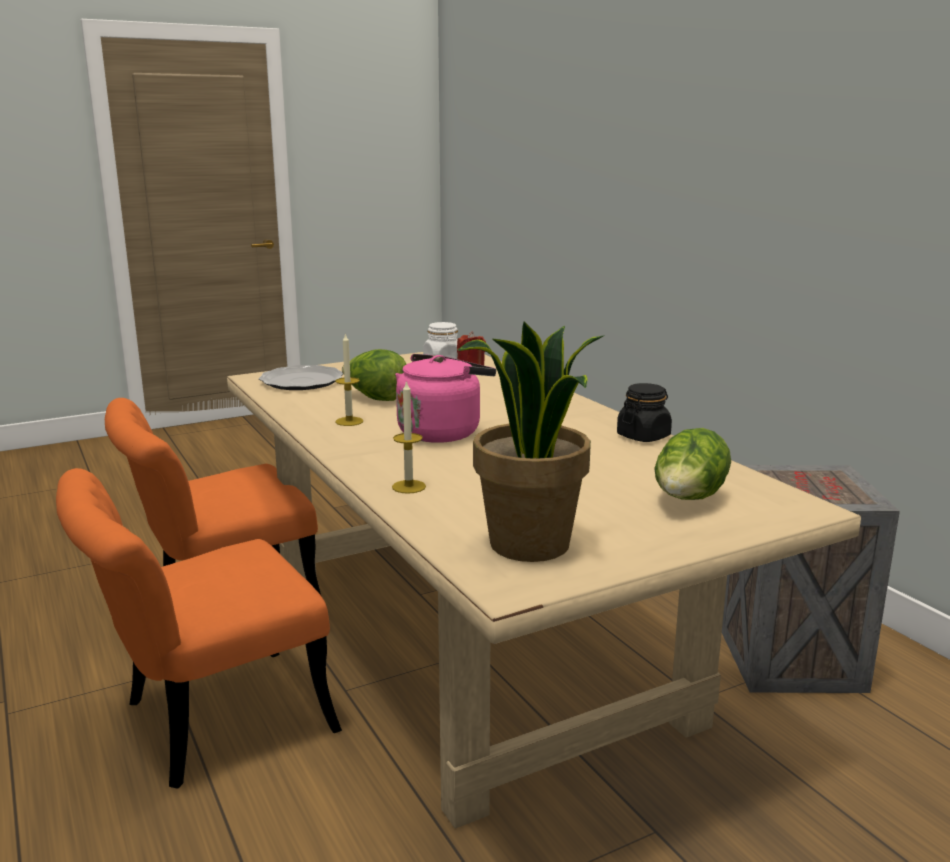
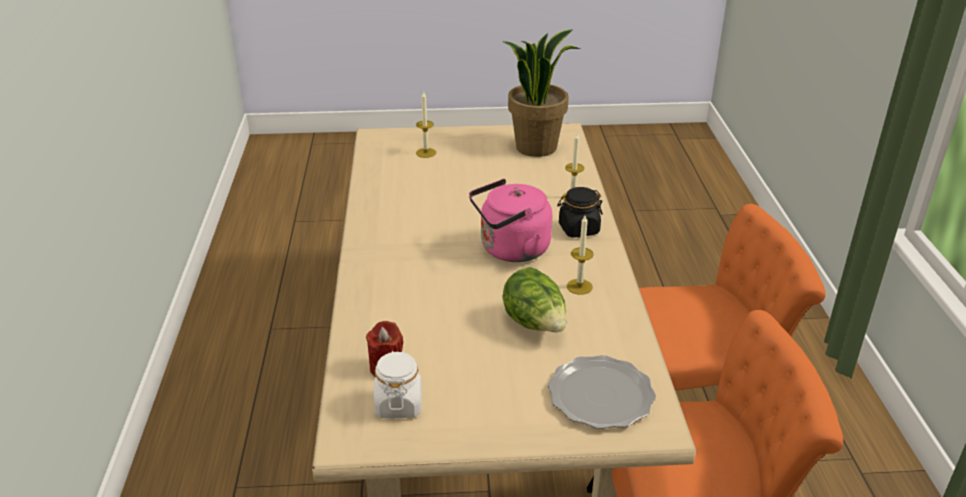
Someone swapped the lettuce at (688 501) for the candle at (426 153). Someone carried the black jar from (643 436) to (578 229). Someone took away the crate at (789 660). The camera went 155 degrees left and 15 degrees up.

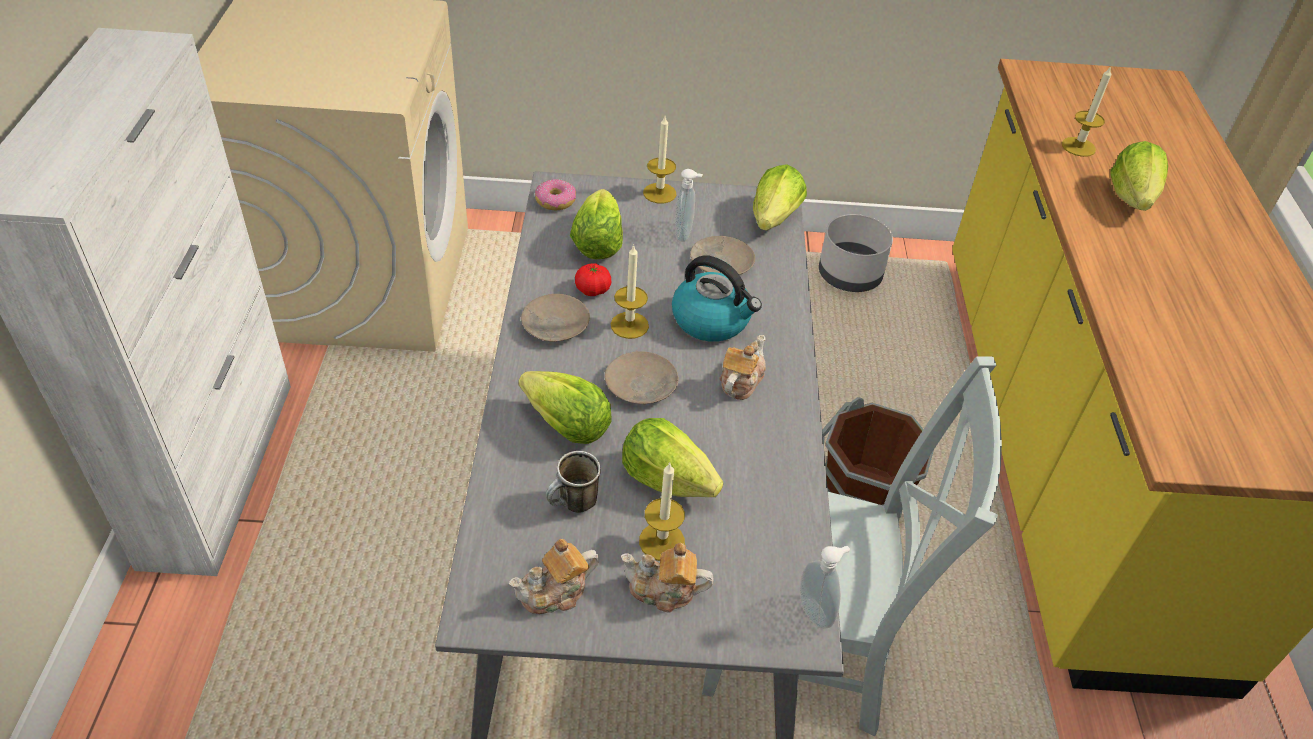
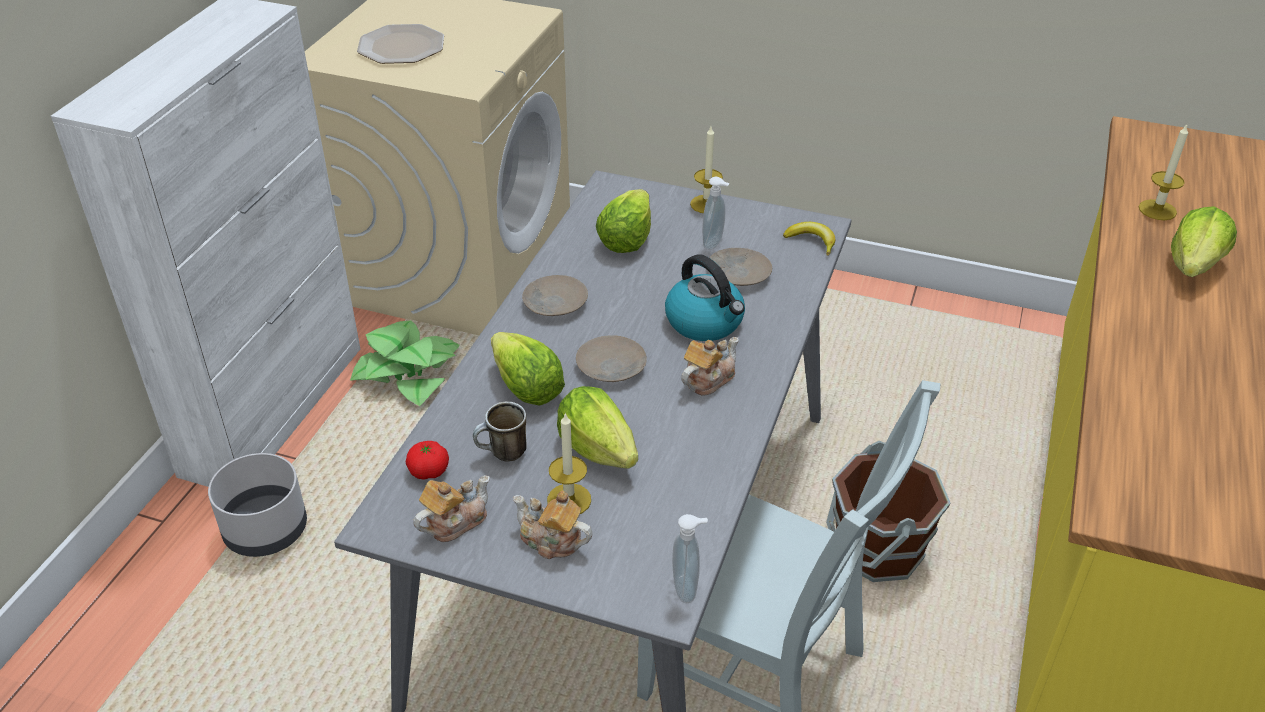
Someone carried the grey planter from (850 275) to (267 529). Someone put down the potted plant at (408 371). Someone put down the plate at (400 47). Someone carried the tomato from (592 290) to (429 471). Someone rotated the teapot at (555 593) by 150 degrees clockwise. Someone swapped the lettuce at (774 218) for the banana at (811 241). Someone took away the donut at (555 201). Someone took away the candle at (629 325). The camera went 20 degrees right and 5 degrees down.

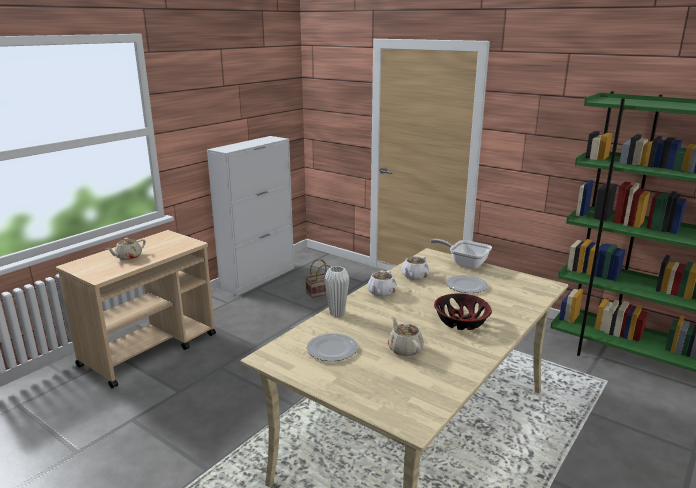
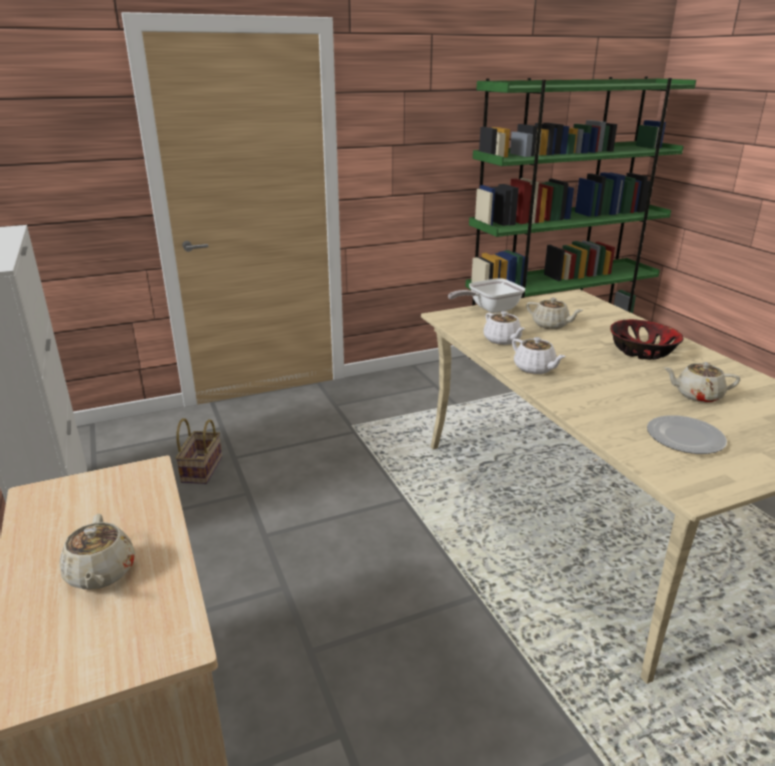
Someone swapped the plate at (466 286) for the beige teapot at (551 325). Someone took away the white vase at (337 313). The camera went 60 degrees left and 5 degrees up.

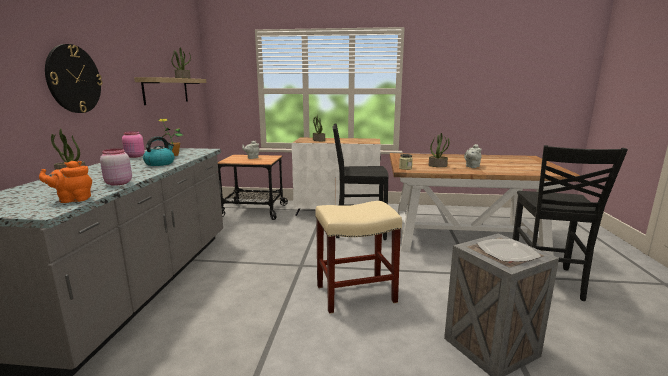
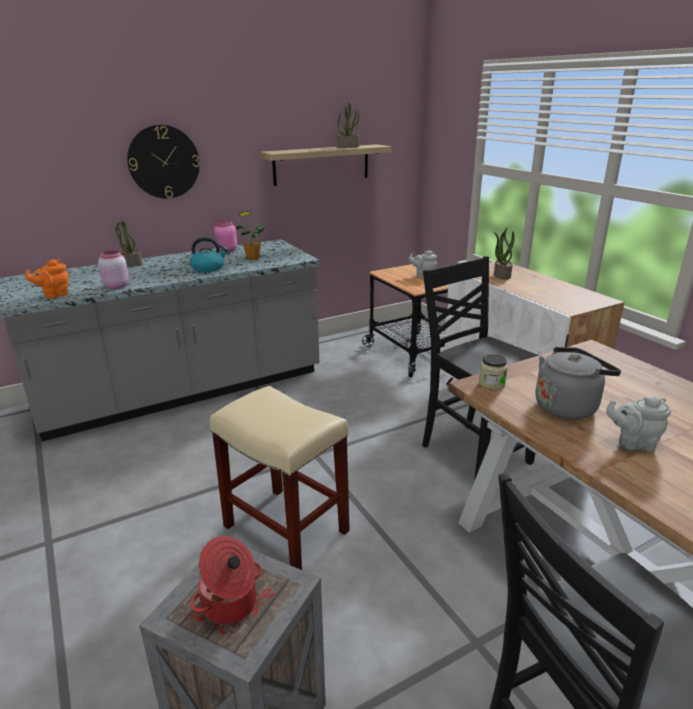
Someone rotated the orange teapot at (73 200) by 75 degrees counterclockwise. Someone swapped the plate at (507 252) for the cooking pot at (230 604). Someone swapped the potted plant at (437 166) for the grey kettle at (568 406). The camera went 55 degrees right and 10 degrees up.

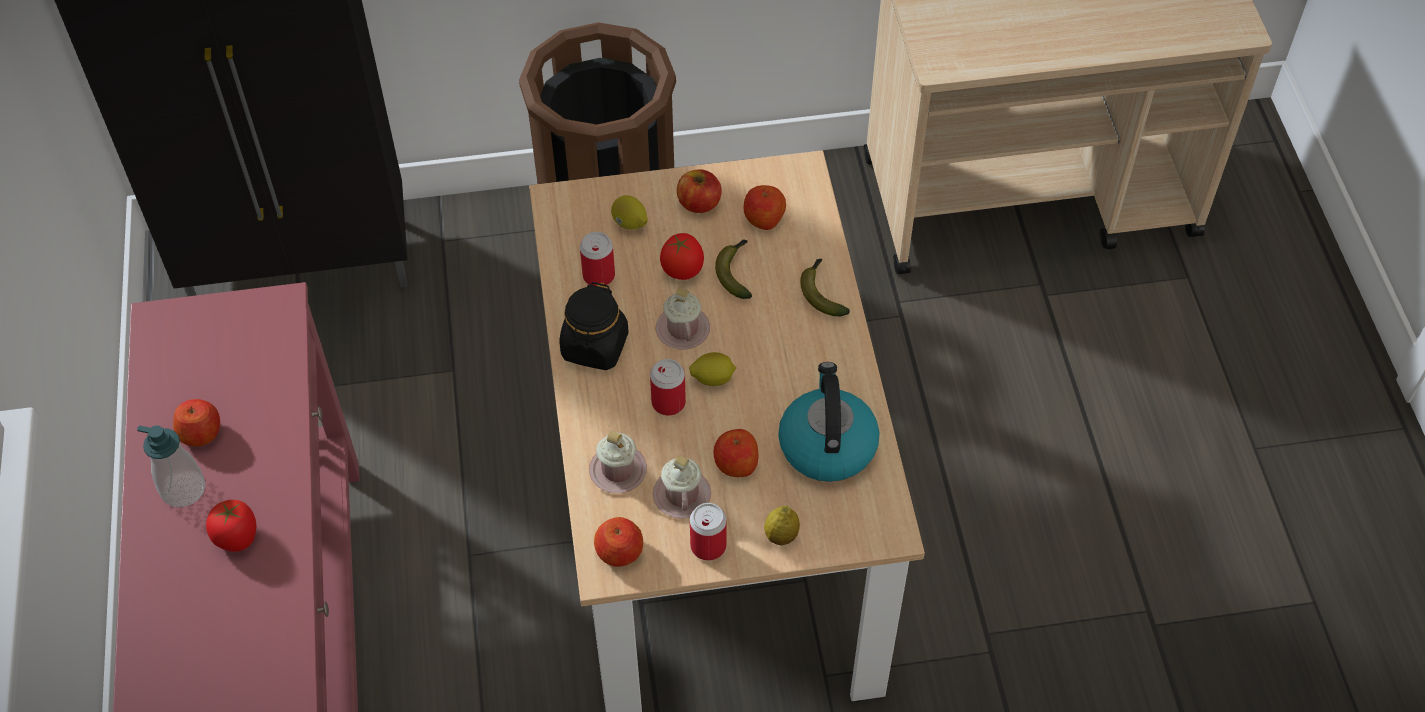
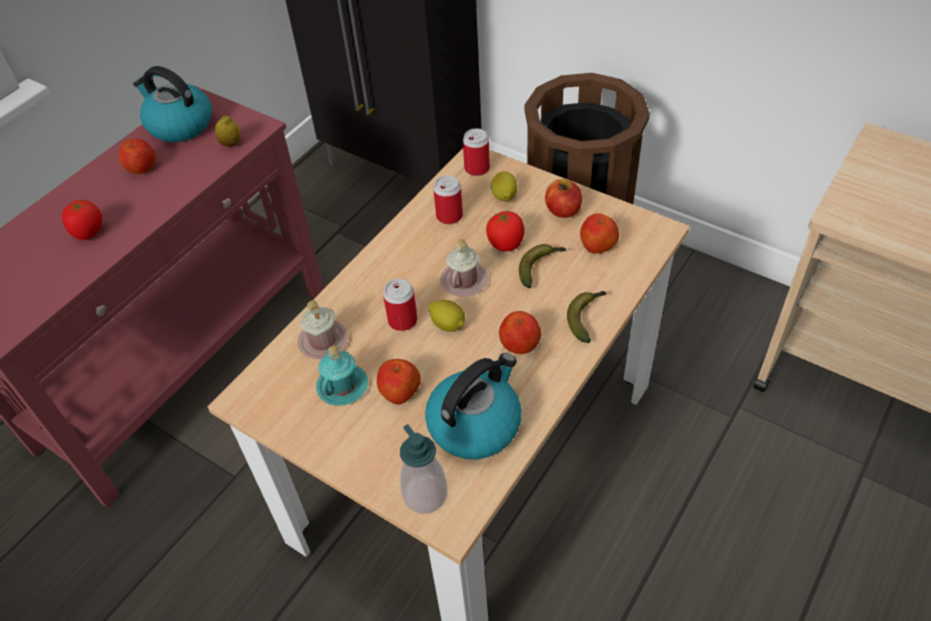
Someone put down the kettle at (179 125). Someone carried the lemon from (781 536) to (231 144). Someone repainted the pink mug at (682 495), which became the turquoise mug at (342 386). Someone carried the soap dispenser from (183 489) to (425 495). Someone carried the can from (708 546) to (477 168). Someone carried the apple from (620 552) to (520 344). Someone took away the black jar at (595 347). The camera went 45 degrees right and 5 degrees down.

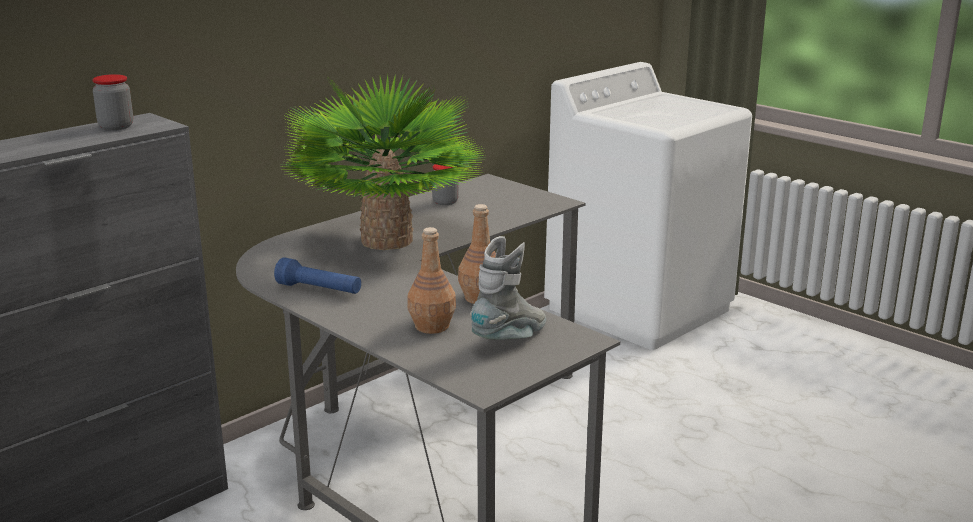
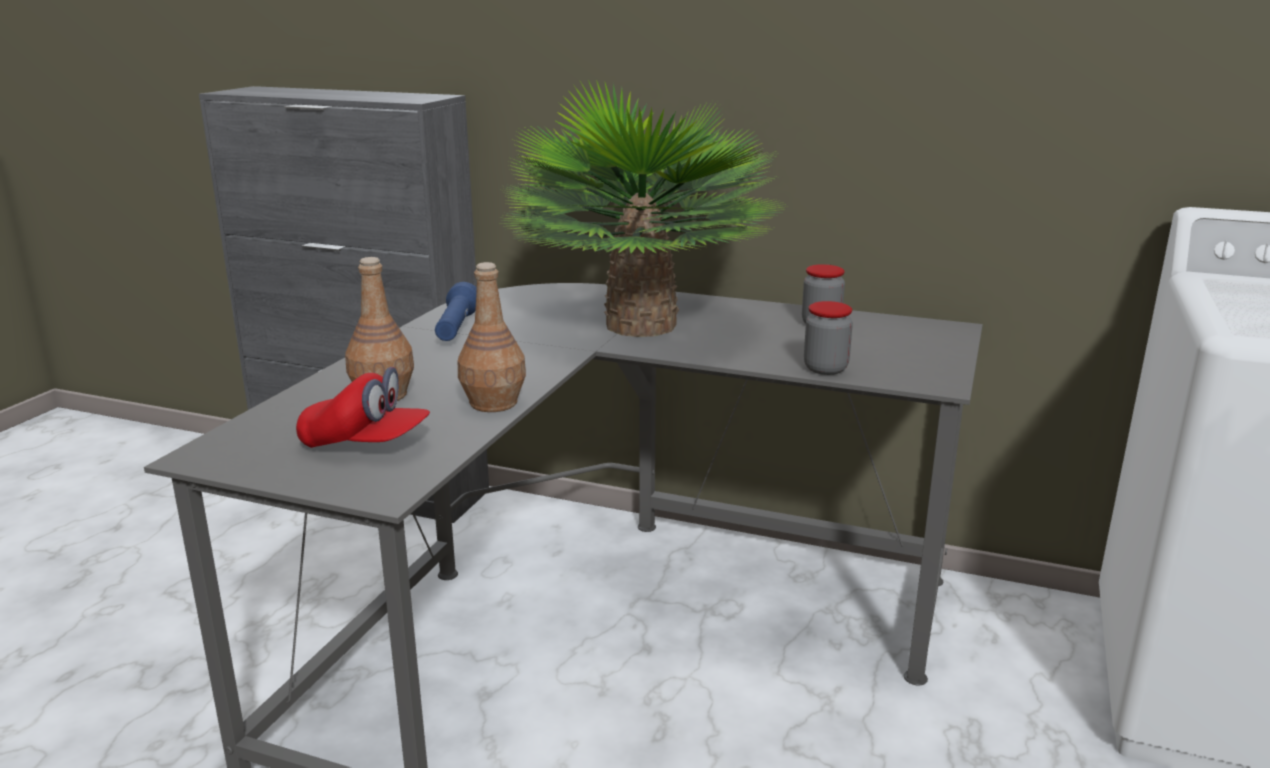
Someone swapped the grey boot at (511 339) for the red cap at (365 443). Someone carried the jar from (116 127) to (825 368). The camera went 65 degrees right and 0 degrees up.

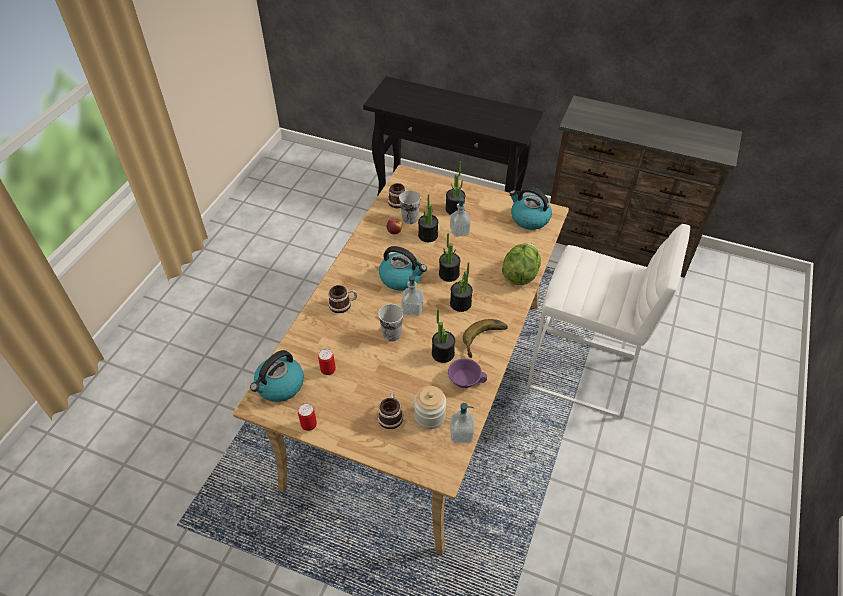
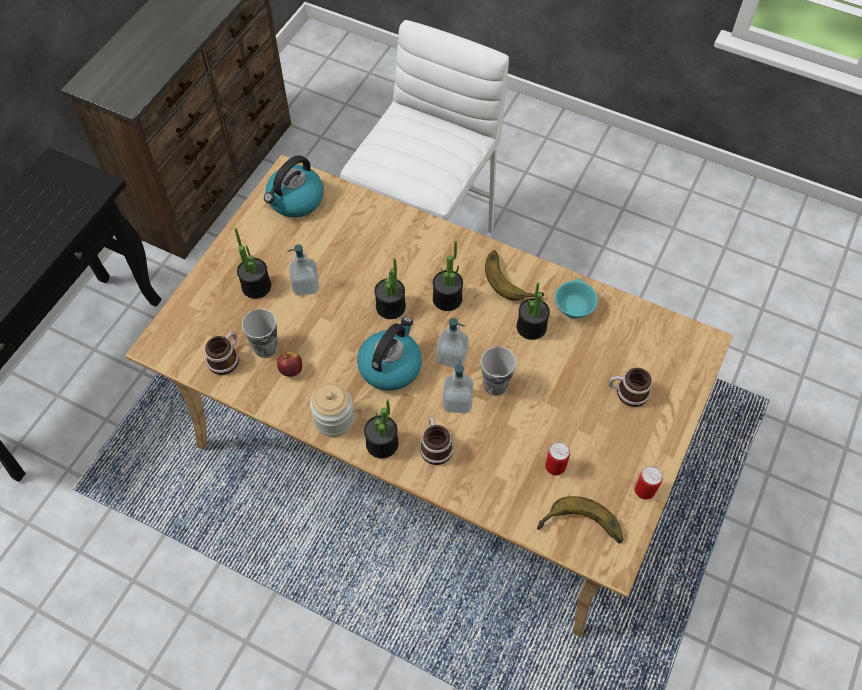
Someone carried the jar from (429 416) to (334 419). Someone carried the potted plant from (428 235) to (382 444). Someone carried the soap dispenser from (461 434) to (457 401). Someone swapped the kettle at (279 386) for the banana at (581 530). Someone repainted the purple cup at (465 379), which became the turquoise cup at (572 306). Someone took away the lettuce at (520 275). The camera went 85 degrees left and 10 degrees up.

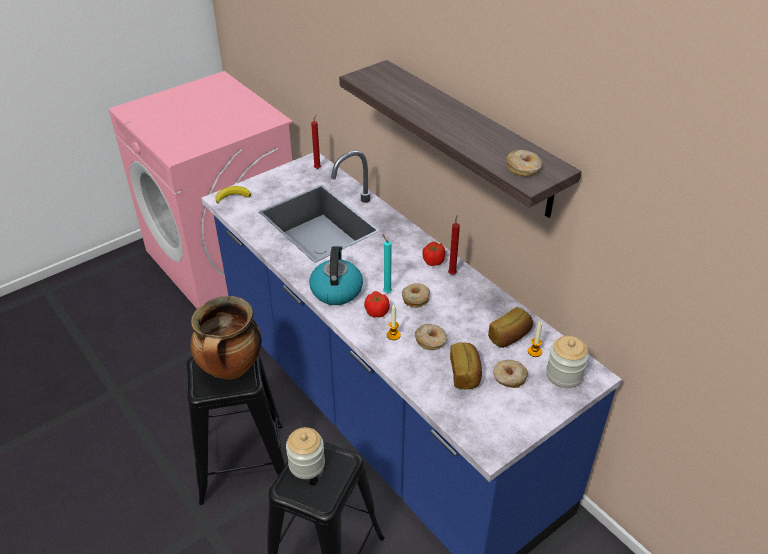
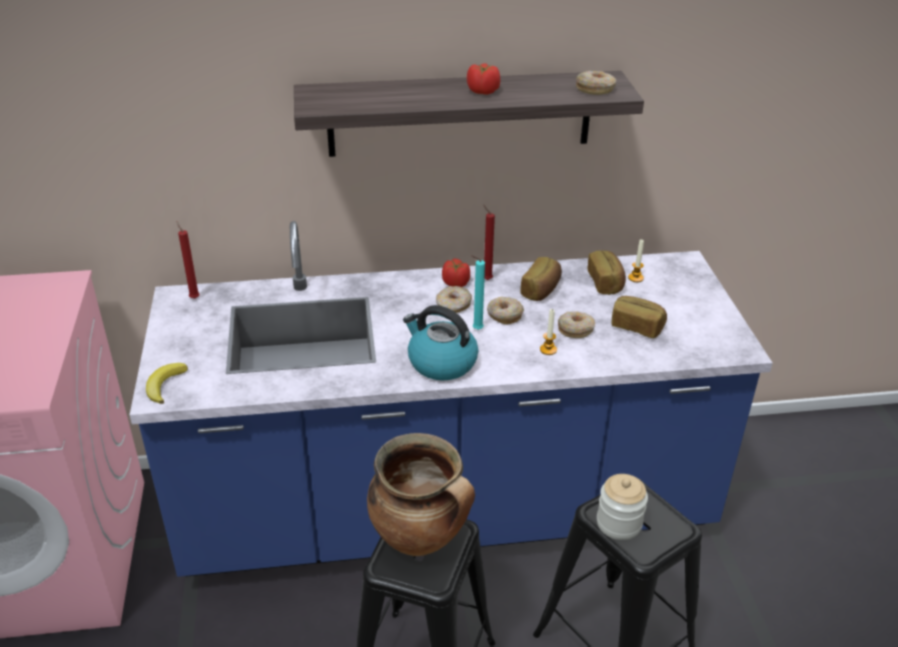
Someone carried the donut from (509 378) to (453 305). Someone carried the tomato from (377 311) to (482 91). Someone put down the bread at (541 290). Someone took away the jar at (564 375). The camera went 60 degrees left and 5 degrees down.

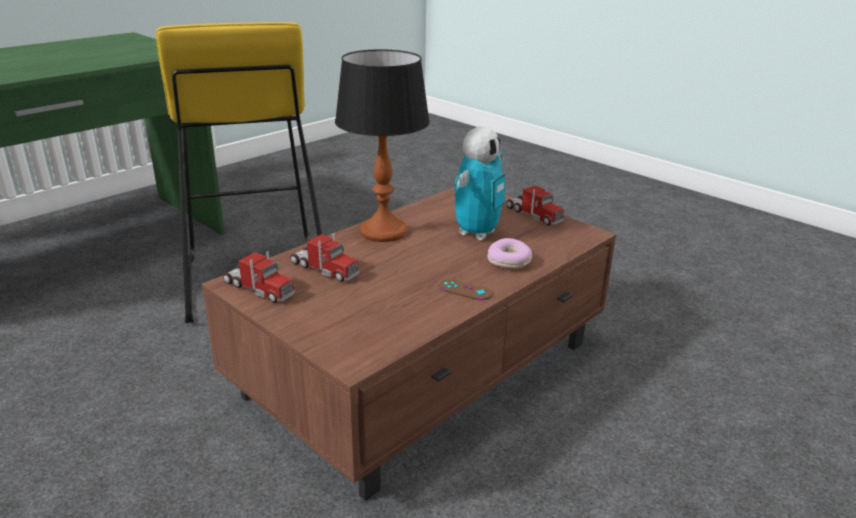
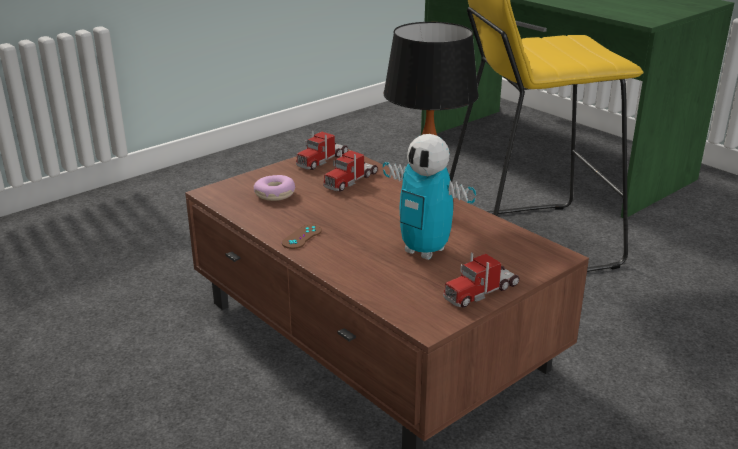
Someone carried the donut from (509 261) to (275 194). The camera went 95 degrees right and 0 degrees up.

